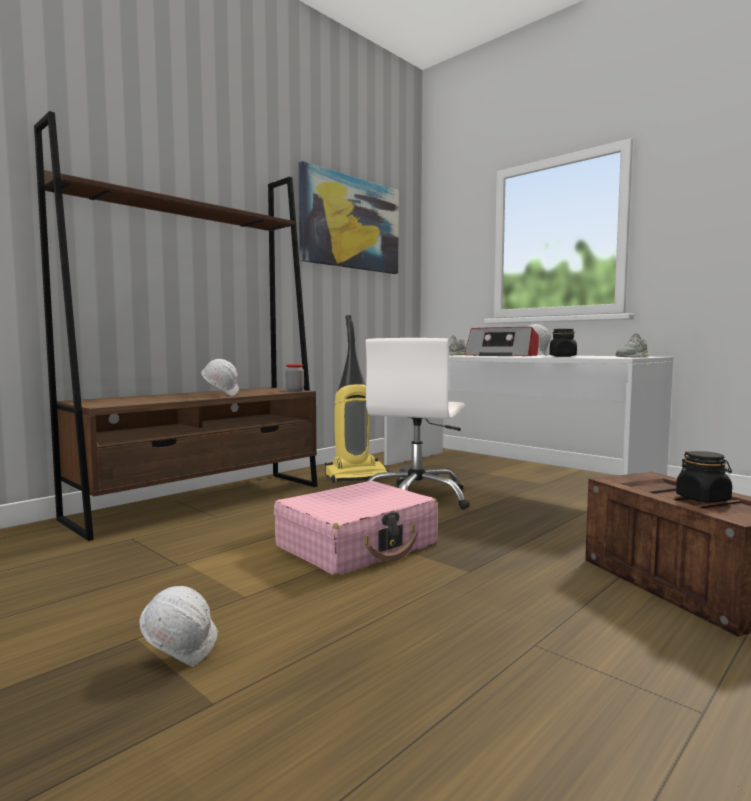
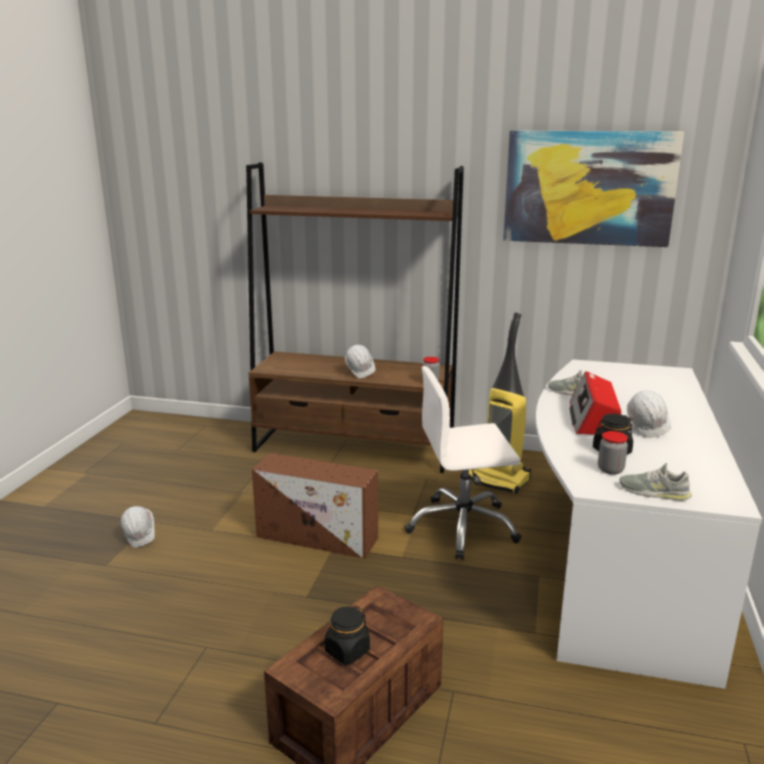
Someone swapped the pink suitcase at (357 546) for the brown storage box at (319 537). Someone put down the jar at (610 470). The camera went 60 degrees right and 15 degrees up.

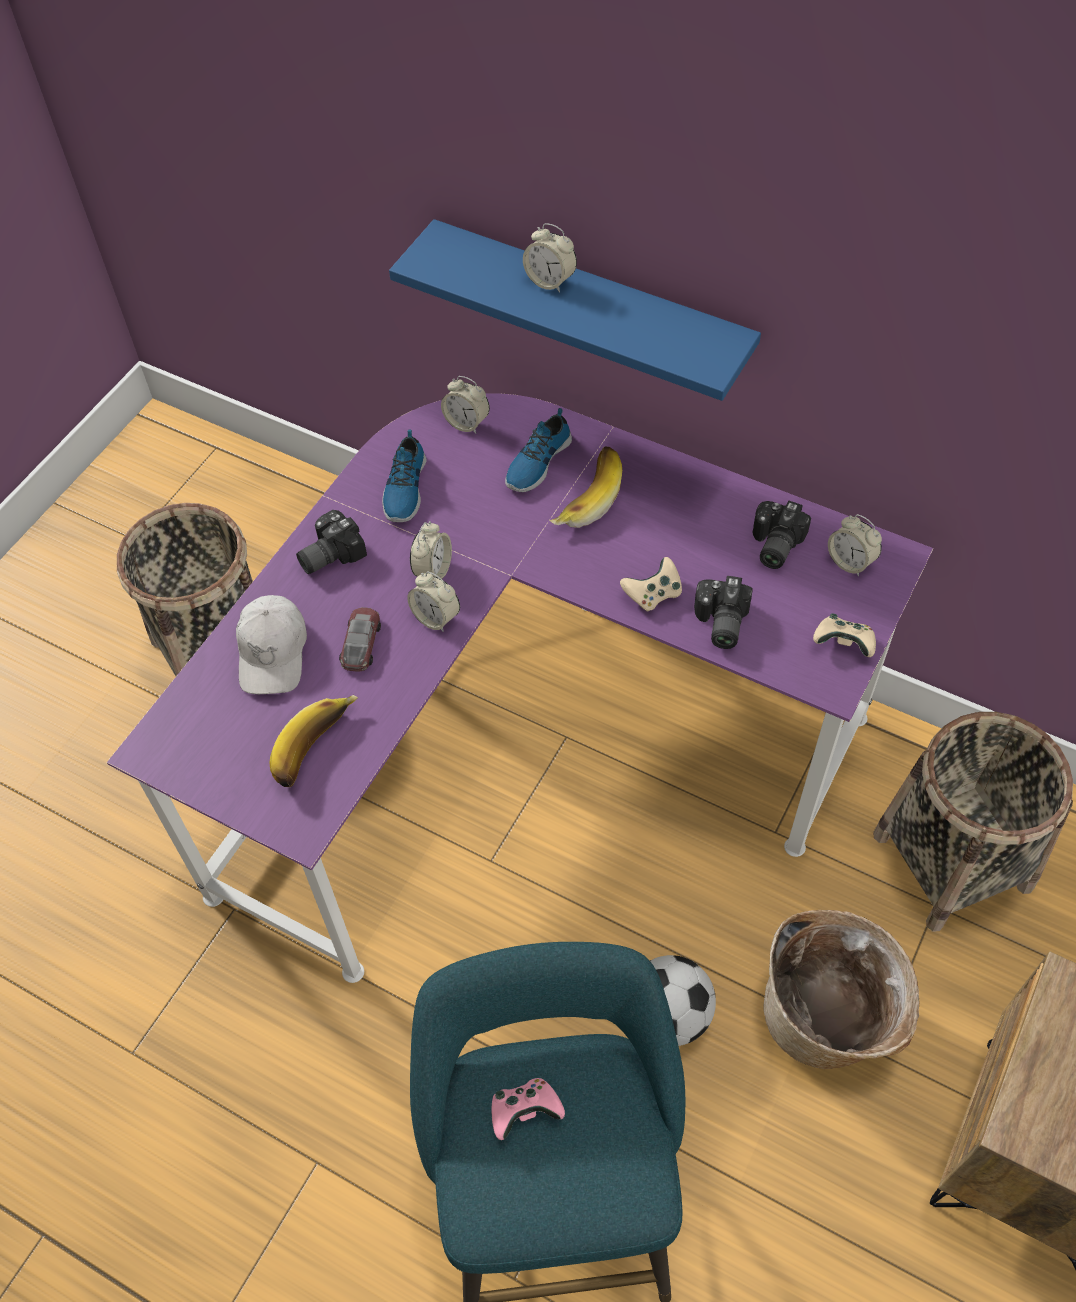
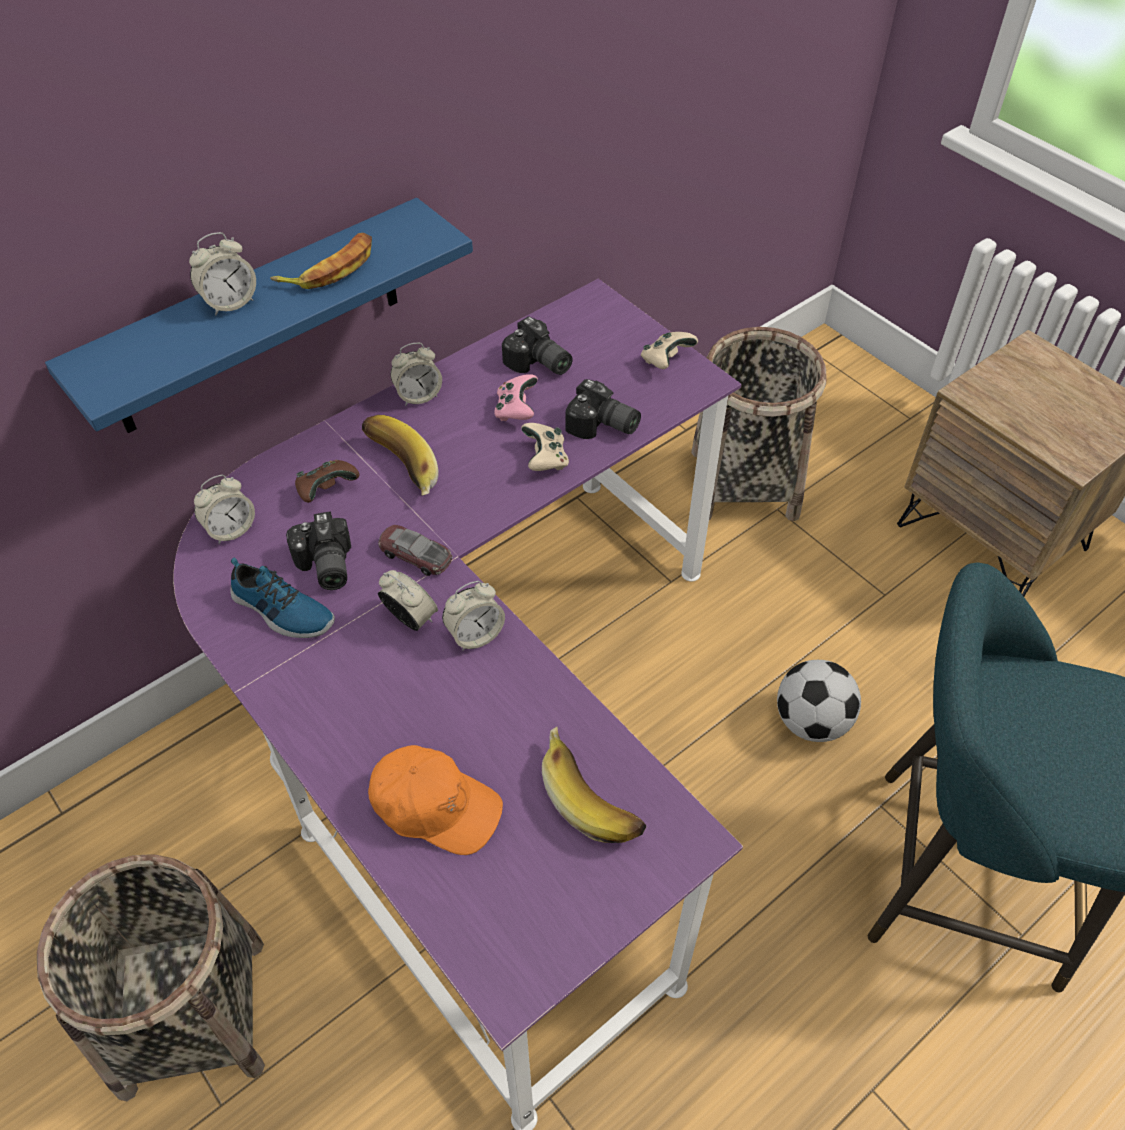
Someone put down the banana at (330 268). Someone carried the photo camera from (328 554) to (323 566). Someone swapped the shoe at (537 462) for the brown game controller at (327 490). Someone repainted the white cap at (273 652), which became the orange cap at (435 806). Someone carried the toy car from (361 643) to (415 555). Someone carried the alarm clock from (850 561) to (418 396). Someone carried the pink game controller from (525 1111) to (516 410). Someone took away the basket at (828 1018). The camera went 70 degrees left and 5 degrees down.

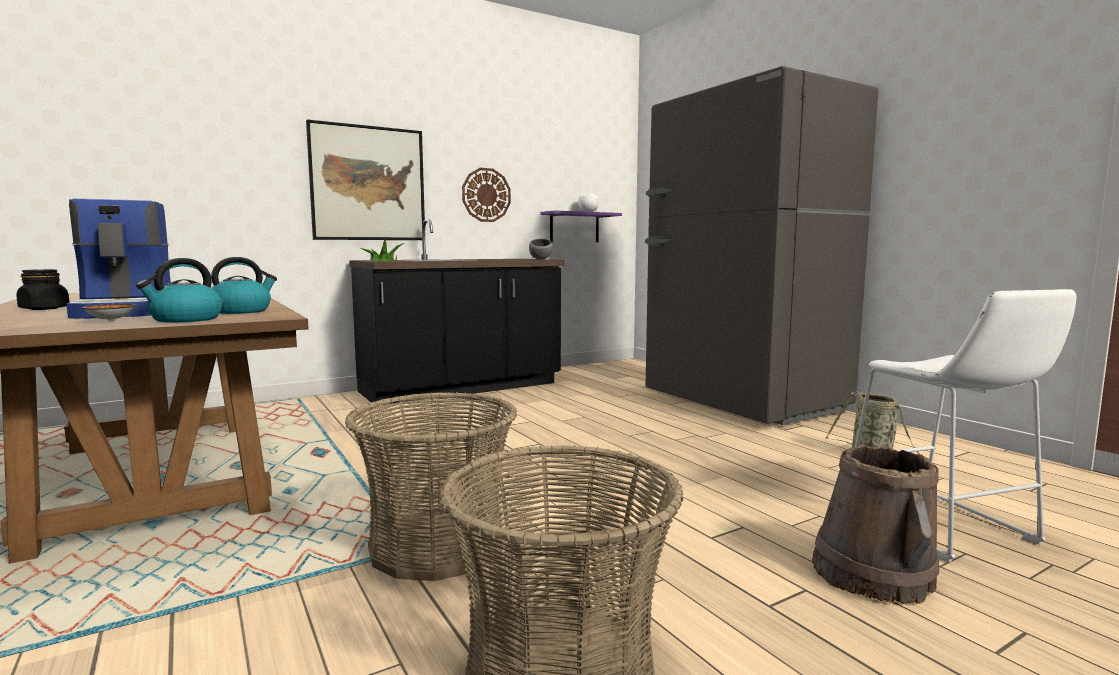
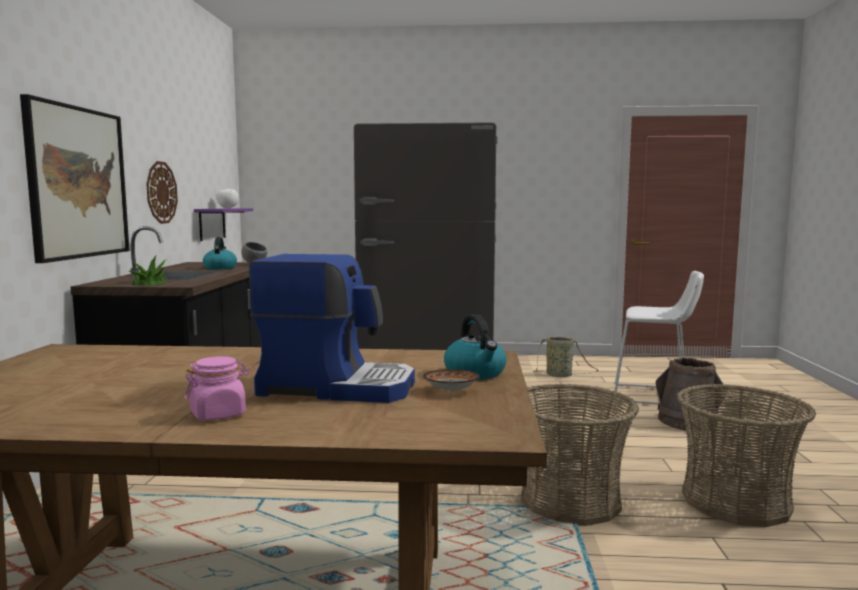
Someone repainted the black jar at (44 309), which became the pink jar at (218 414). Someone carried the kettle from (241 311) to (220 268). The camera went 55 degrees left and 0 degrees up.

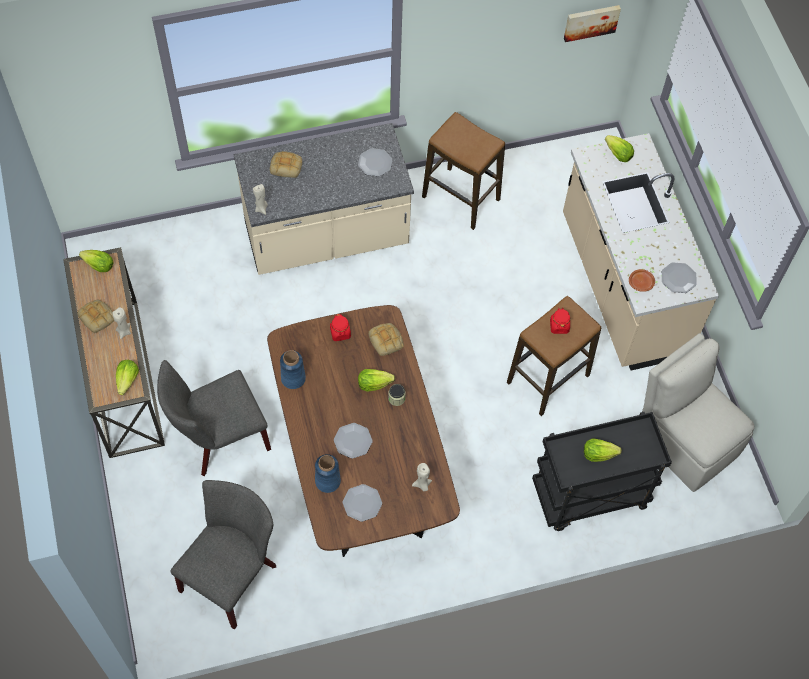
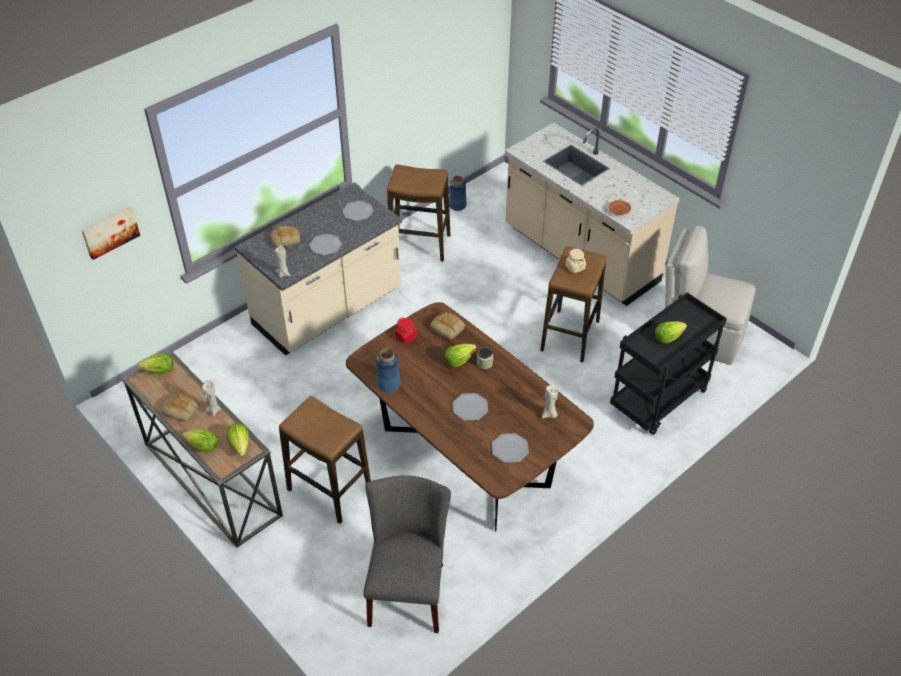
Someone carried the picture from (591 21) to (110 231). Someone carried the lettuce from (618 155) to (203 447). Someone swapped the grey chair at (219 439) for the stool at (329 490). Someone carried the plate from (678 278) to (325 245). Someone carried the blue vase from (328 481) to (457 205). Someone repainted the red jar at (559 326), which became the beige jar at (575 267). The camera went 25 degrees left and 15 degrees down.

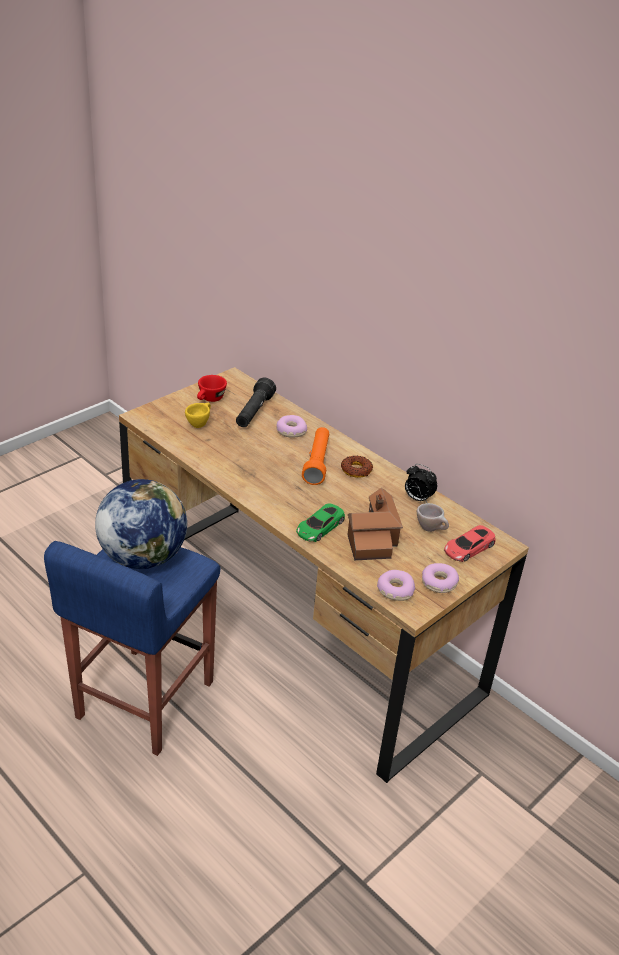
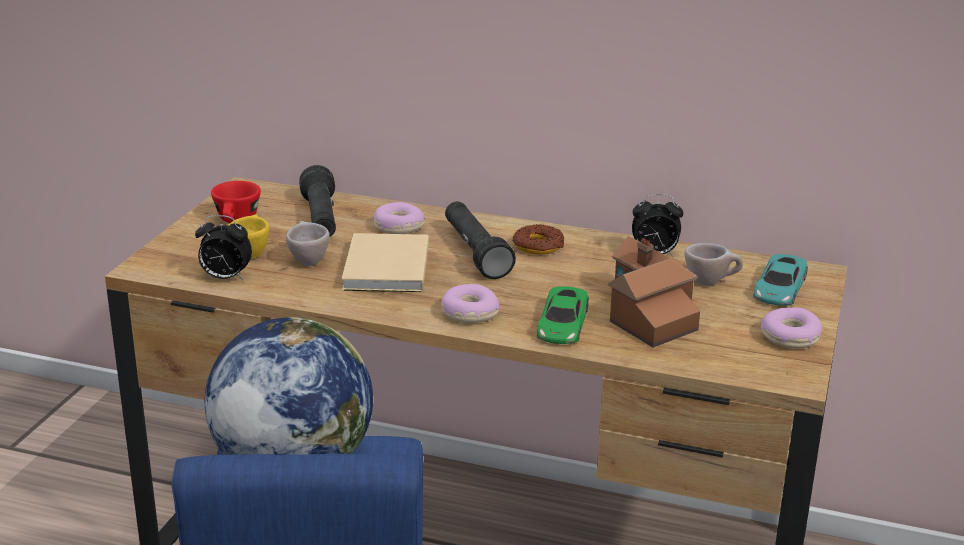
Someone put down the alarm clock at (225 278). Someone put down the beige cup at (307 260). Someone put down the beige book at (384 269). Someone carried the donut from (395 590) to (469 313). Someone repainted the orange flashlight at (317 462), which became the black flashlight at (475 252). Someone repainted the red toy car at (468 548), which became the turquoise toy car at (779 288). The camera went 25 degrees left and 10 degrees down.

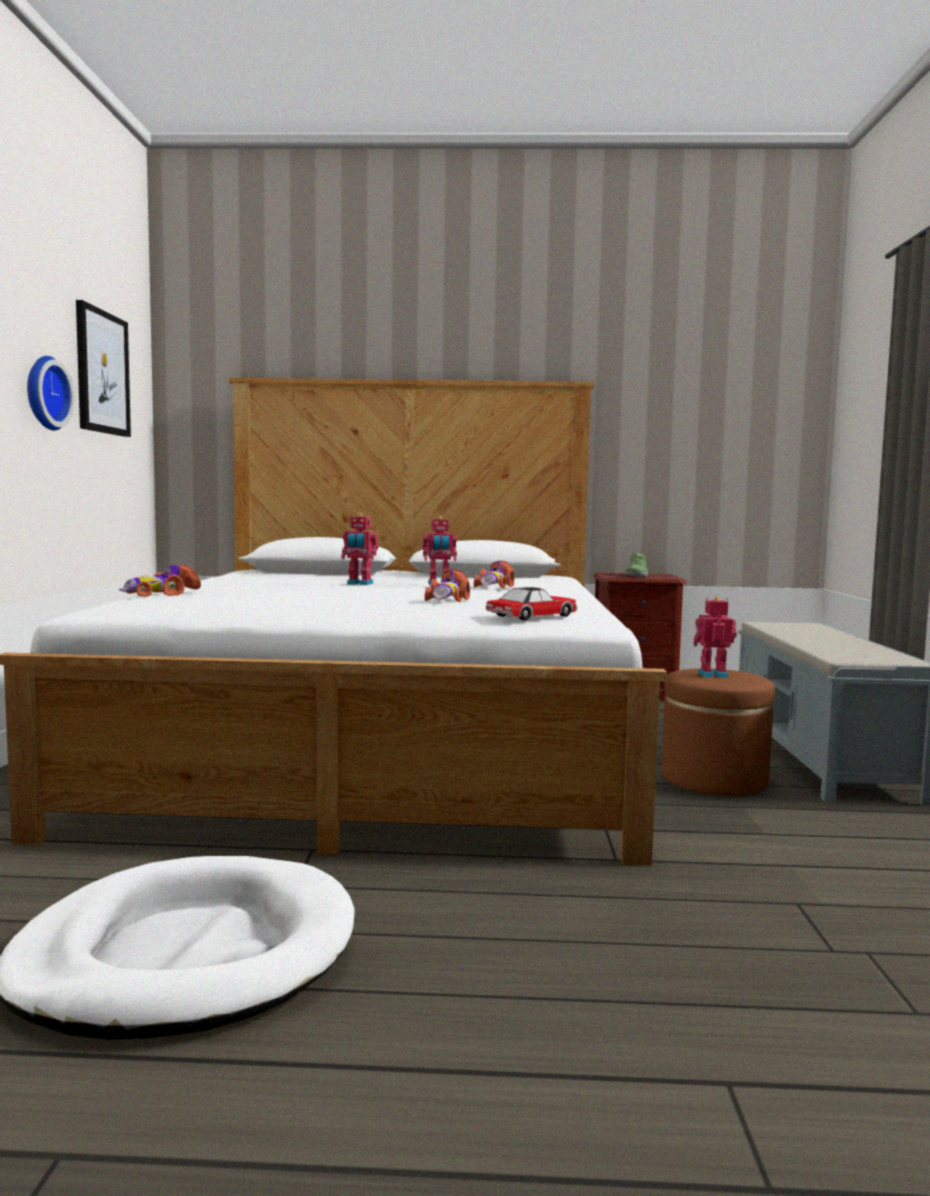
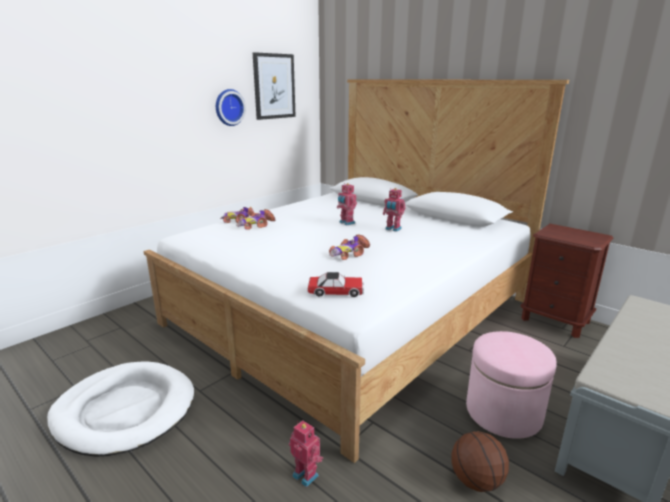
Someone carried the toy car from (494 586) to (255 225). Someone carried the toy robot from (712 674) to (306 474). Someone put down the basketball at (477 481). Someone repainted the brown ottoman at (714 779), which became the pink ottoman at (503 412). Someone took away the shoe at (636 576). The camera went 40 degrees right and 15 degrees up.

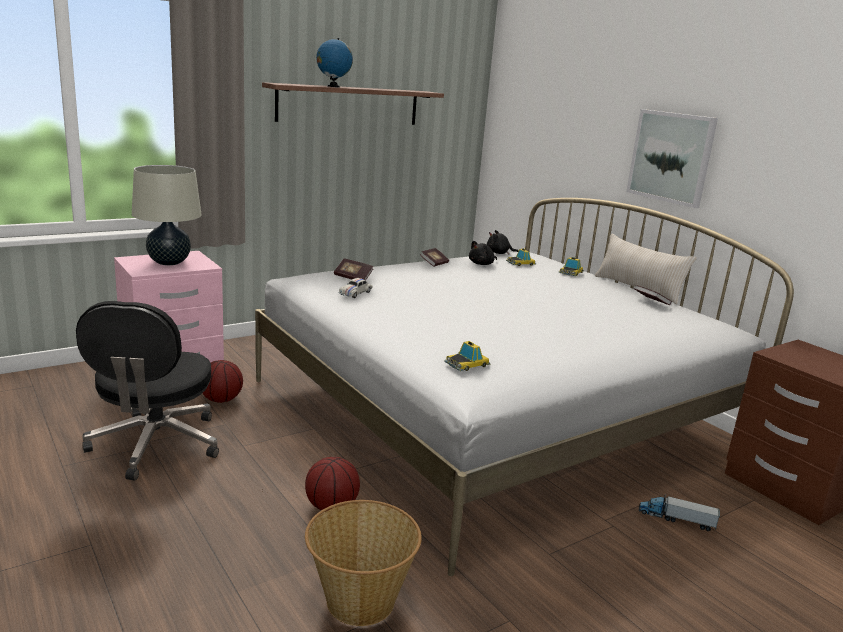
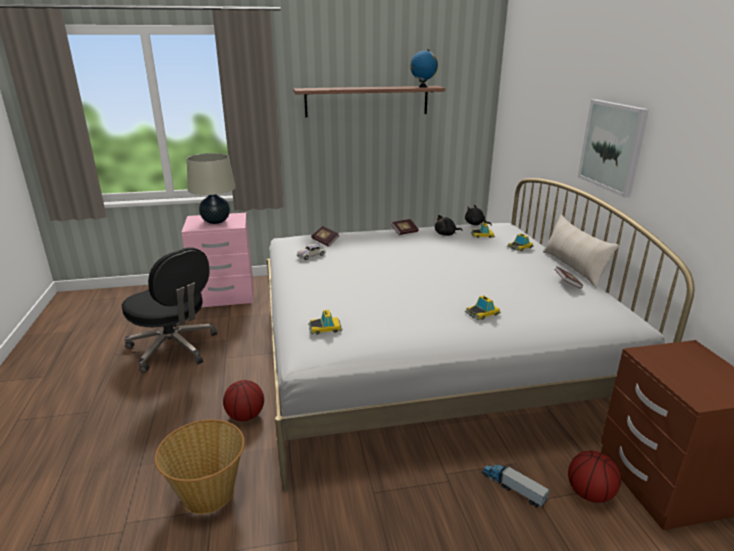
Someone rotated the black office chair at (155 445) by 75 degrees counterclockwise. Someone carried the globe from (333 86) to (423 87). Someone put down the toy car at (482 313). Someone carried the basketball from (221 399) to (589 493). The camera went 25 degrees right and 5 degrees up.

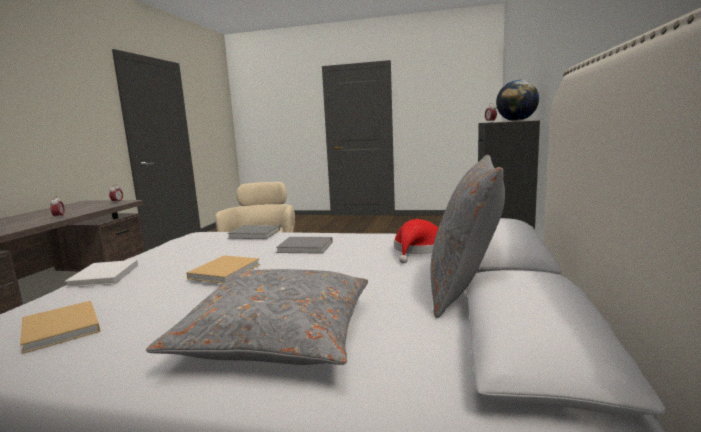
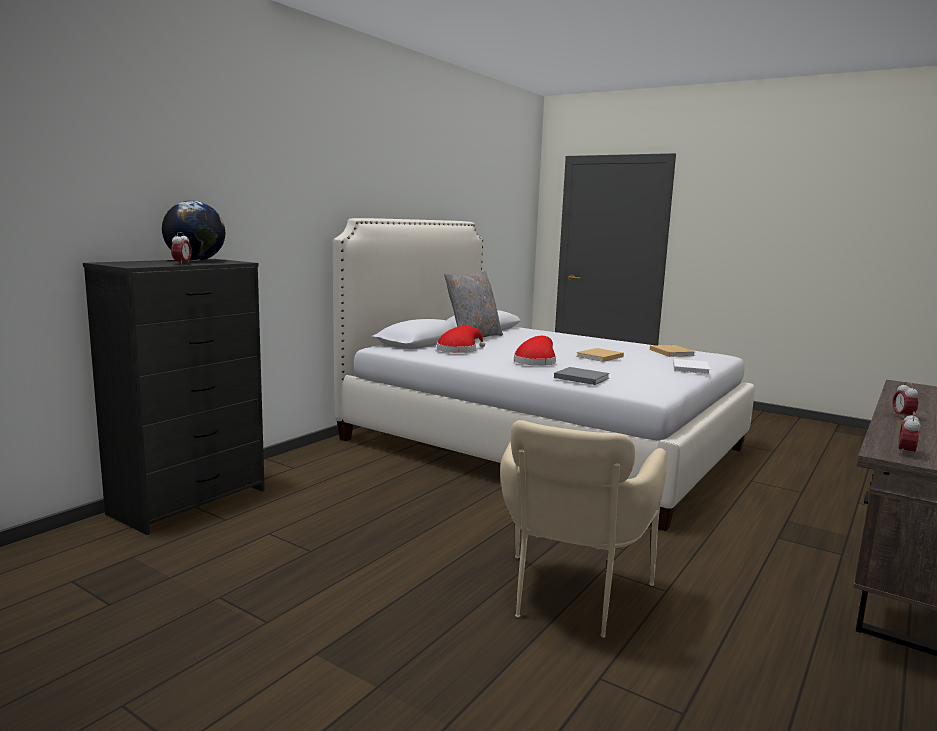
Someone swapped the grey book at (307 247) for the red hat at (536 362). Someone took away the grey pillow at (278 335). The camera went 160 degrees left and 0 degrees up.

